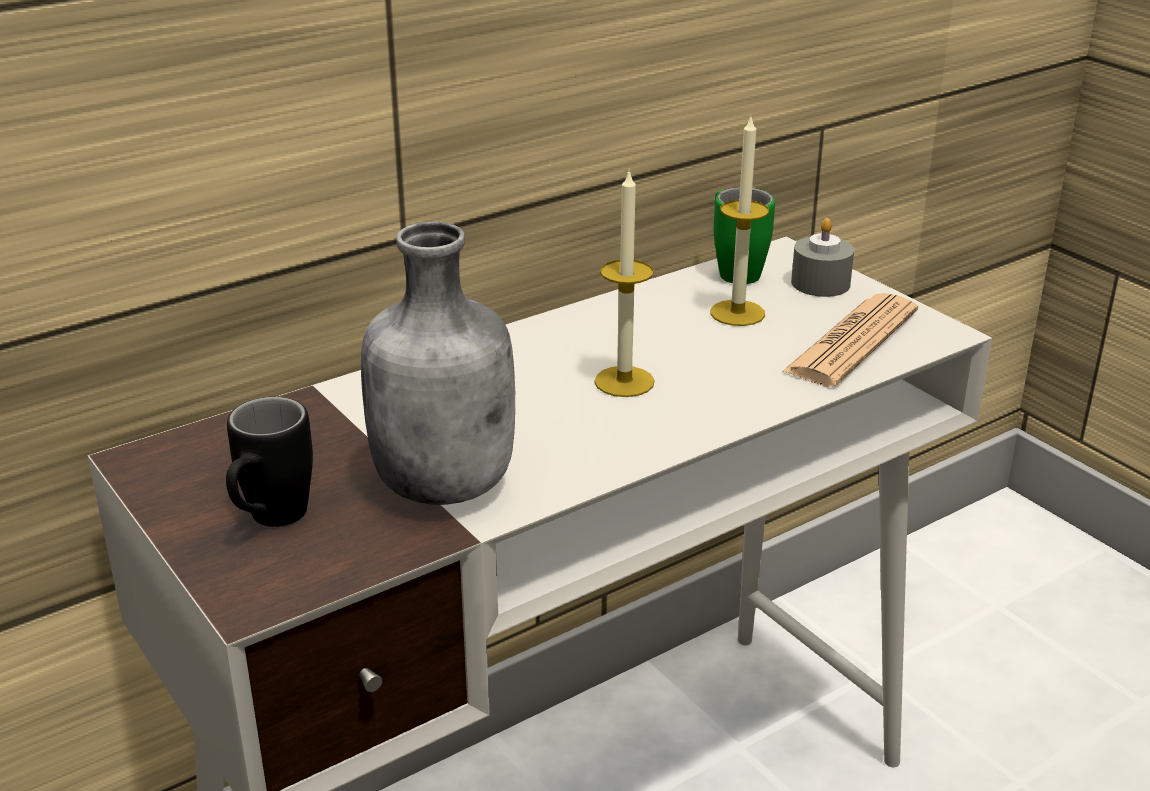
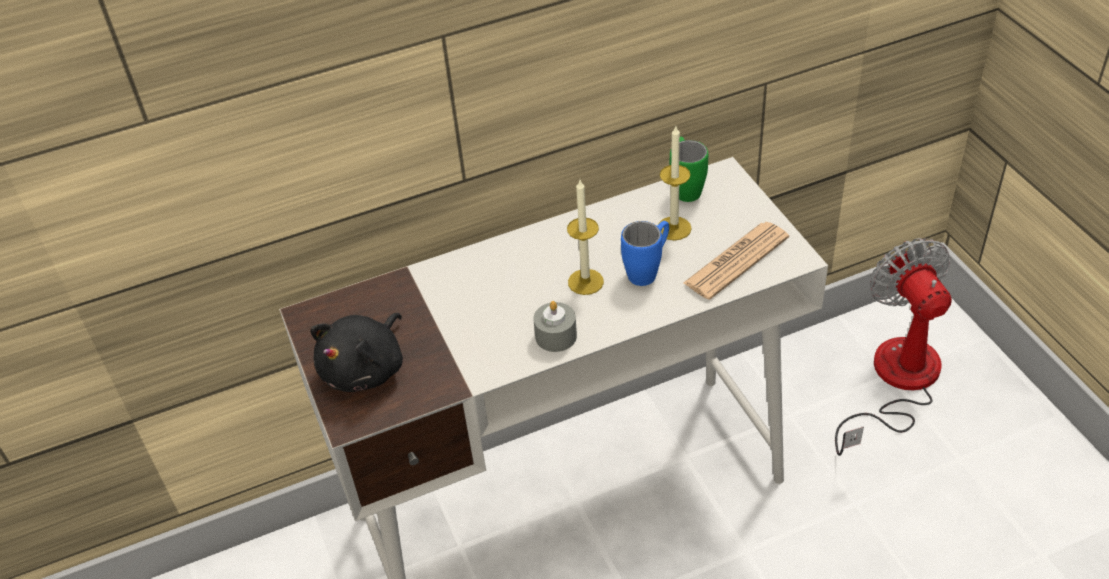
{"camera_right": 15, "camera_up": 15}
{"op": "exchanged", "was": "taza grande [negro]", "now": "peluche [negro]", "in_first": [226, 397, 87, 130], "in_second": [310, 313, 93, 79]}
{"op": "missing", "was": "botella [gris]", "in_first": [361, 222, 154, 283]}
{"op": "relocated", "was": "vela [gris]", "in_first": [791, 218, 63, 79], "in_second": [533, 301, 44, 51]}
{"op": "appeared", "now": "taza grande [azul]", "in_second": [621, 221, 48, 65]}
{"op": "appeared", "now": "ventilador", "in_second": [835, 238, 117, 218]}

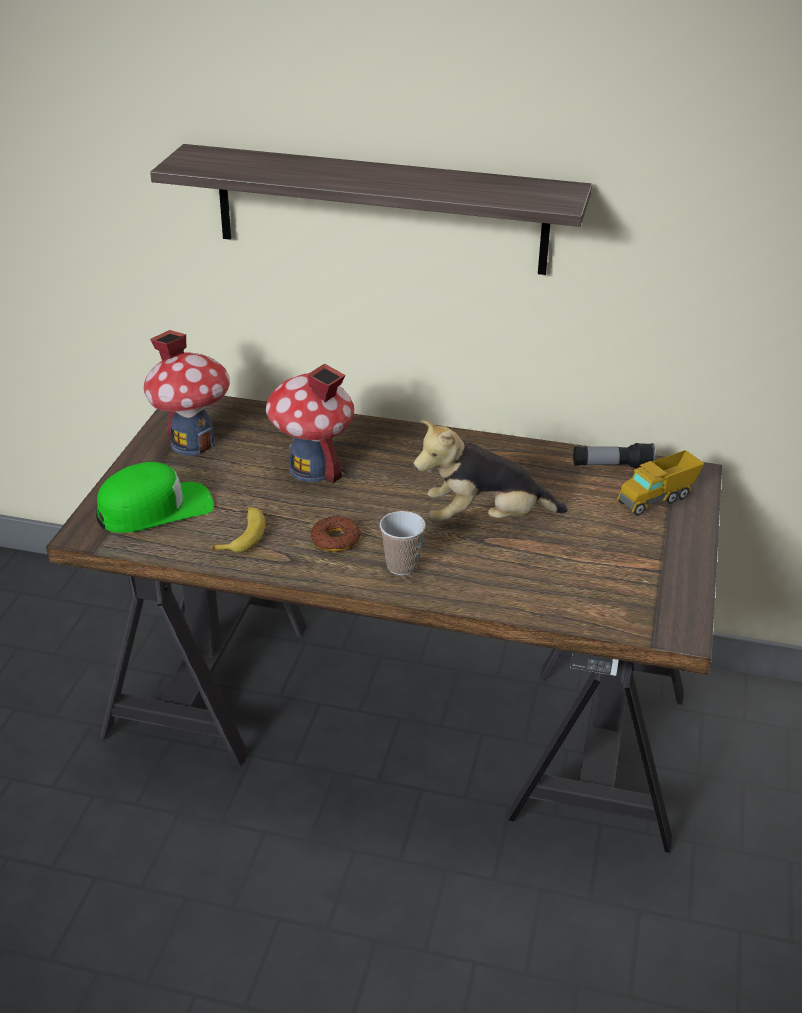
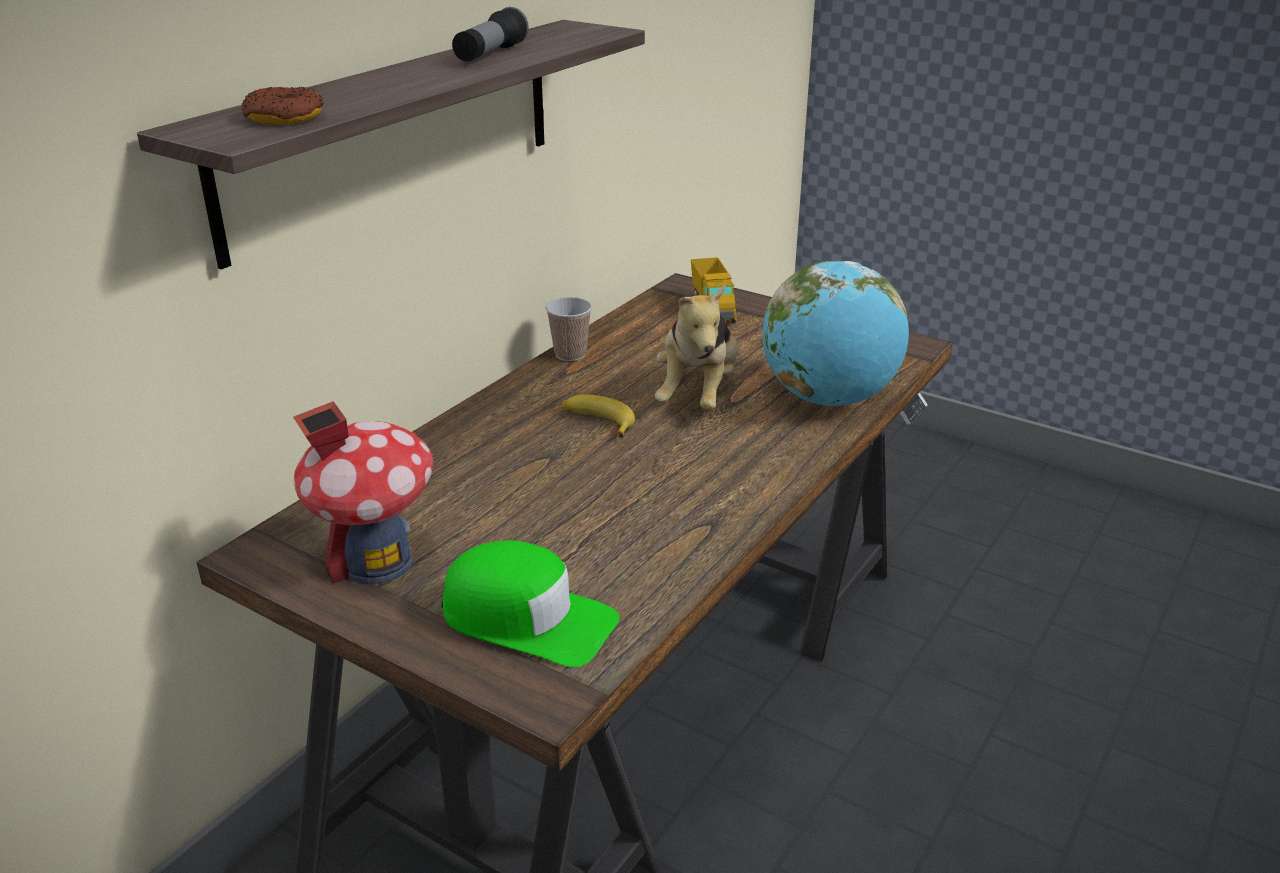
{"camera_right": -70, "camera_up": -5}
{"op": "spun", "was": "gorra [verde]", "in_first": [96, 462, 118, 71], "in_second": [442, 540, 178, 127], "clockwise": 120}
{"op": "relocated", "was": "plátano", "in_first": [212, 507, 53, 46], "in_second": [562, 394, 73, 44]}
{"op": "missing", "was": "casita", "in_first": [266, 364, 88, 119]}
{"op": "relocated", "was": "rosquilla", "in_first": [311, 516, 50, 36], "in_second": [241, 86, 83, 39]}
{"op": "relocated", "was": "taza", "in_first": [380, 511, 46, 64], "in_second": [546, 297, 46, 64]}
{"op": "relocated", "was": "linterna", "in_first": [573, 443, 83, 26], "in_second": [452, 7, 77, 55]}
{"op": "appeared", "now": "globo terráqueo", "in_second": [762, 261, 147, 145]}

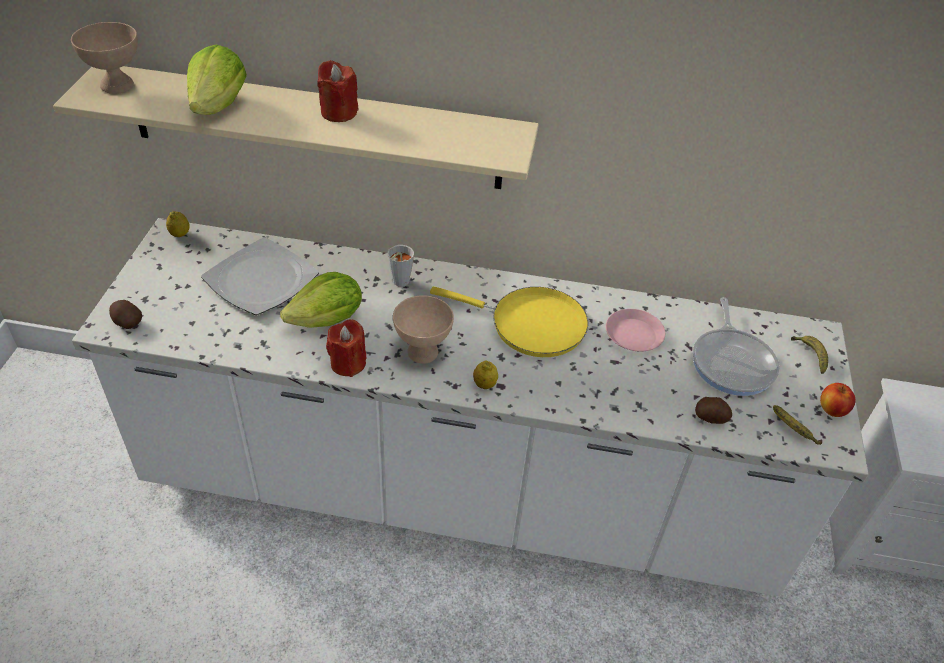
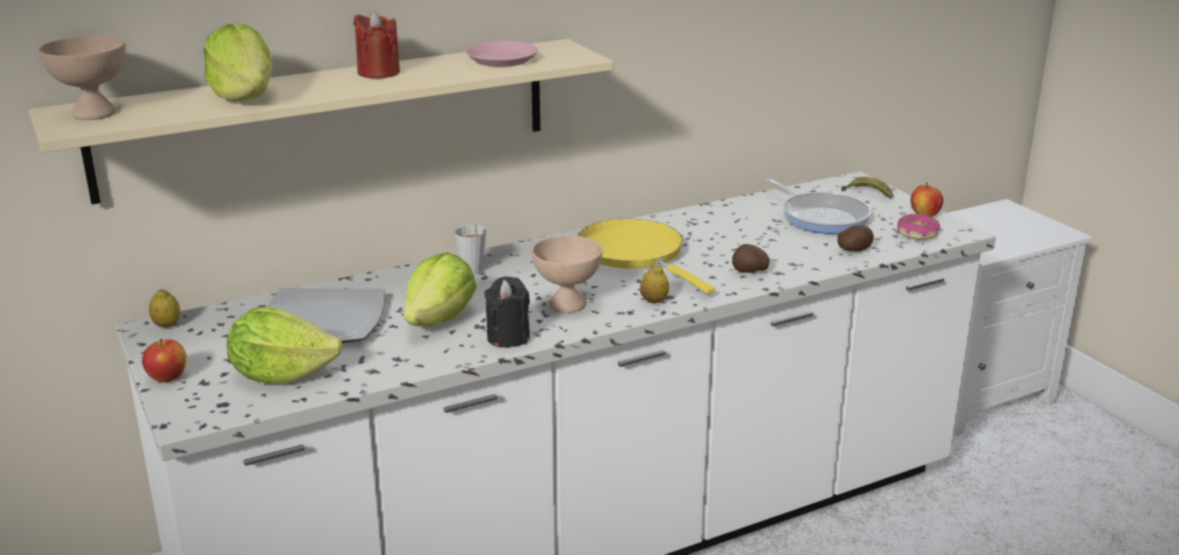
{"camera_right": -35, "camera_up": -20}
{"op": "relocated", "was": "patata", "in_first": [109, 300, 33, 29], "in_second": [732, 244, 38, 29]}
{"op": "colour", "was": "vela [rojo]", "now": "vela [negro]", "in_first": [326, 319, 41, 58], "in_second": [484, 276, 46, 72]}
{"op": "spun", "was": "sartén [amarillo]", "in_first": [430, 286, 158, 71], "in_second": [577, 219, 138, 75], "clockwise": -105}
{"op": "relocated", "was": "plato [rosa]", "in_first": [606, 309, 59, 43], "in_second": [465, 41, 73, 26]}
{"op": "exchanged", "was": "plátano", "now": "rosquilla", "in_first": [773, 405, 49, 40], "in_second": [897, 214, 43, 26]}
{"op": "appeared", "now": "manzana", "in_second": [142, 339, 44, 43]}
{"op": "appeared", "now": "lechuga", "in_second": [226, 307, 116, 77]}

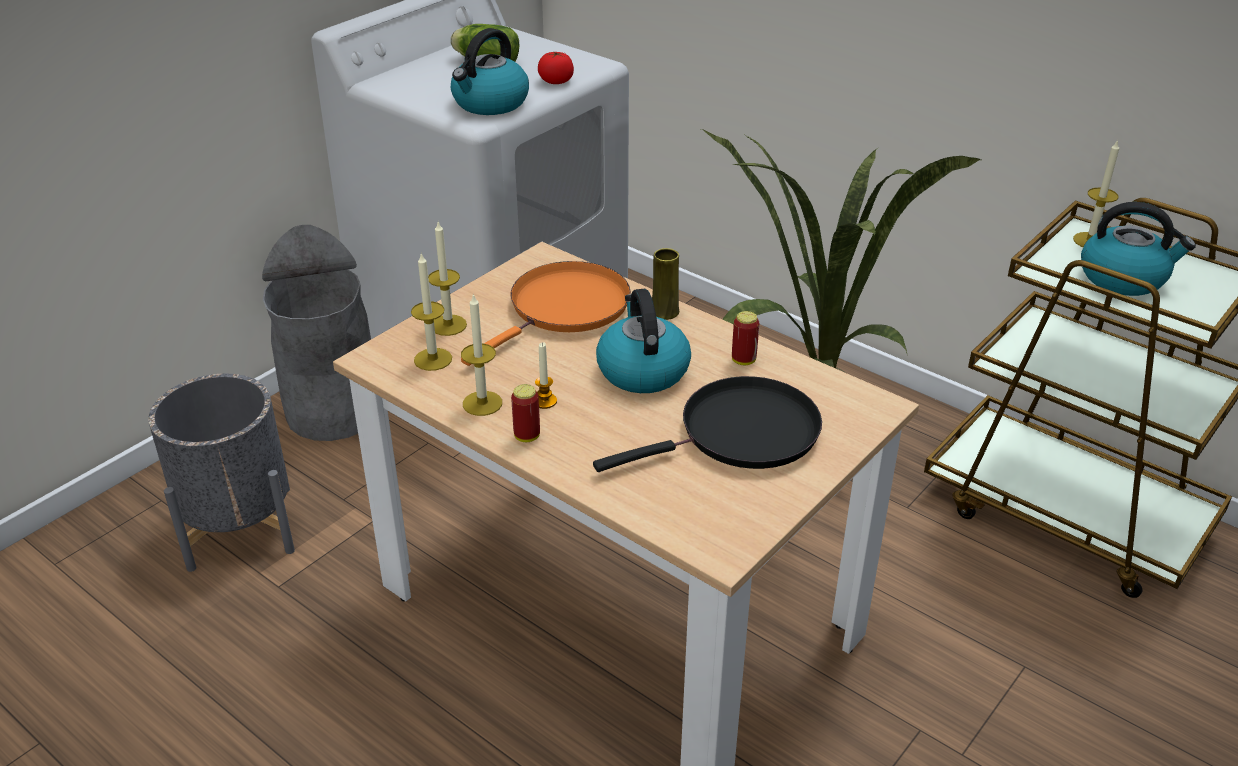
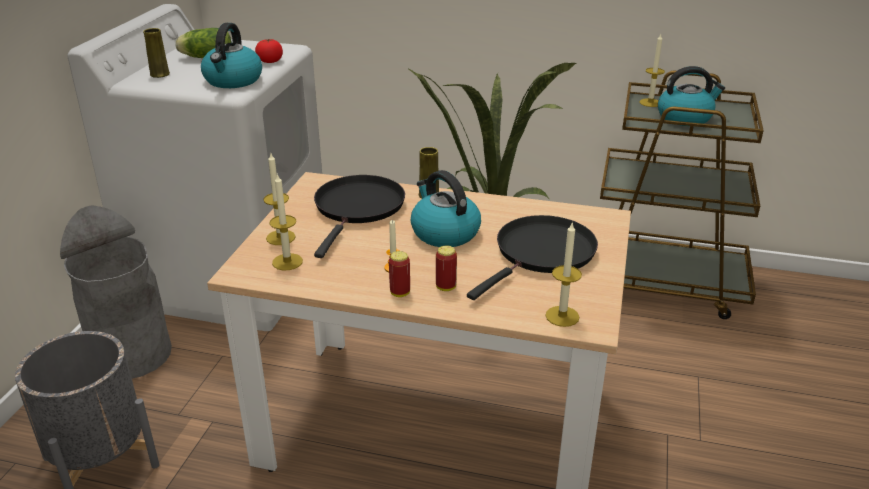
{"camera_right": -25, "camera_up": -5}
{"op": "colour", "was": "sartén [naranja]", "now": "sartén [negro]", "in_first": [461, 261, 170, 105], "in_second": [314, 175, 91, 83]}
{"op": "relocated", "was": "vela", "in_first": [461, 293, 41, 123], "in_second": [545, 221, 37, 106]}
{"op": "relocated", "was": "lata", "in_first": [732, 311, 27, 54], "in_second": [436, 246, 21, 45]}
{"op": "appeared", "now": "florero [amarillo]", "in_second": [143, 28, 27, 50]}

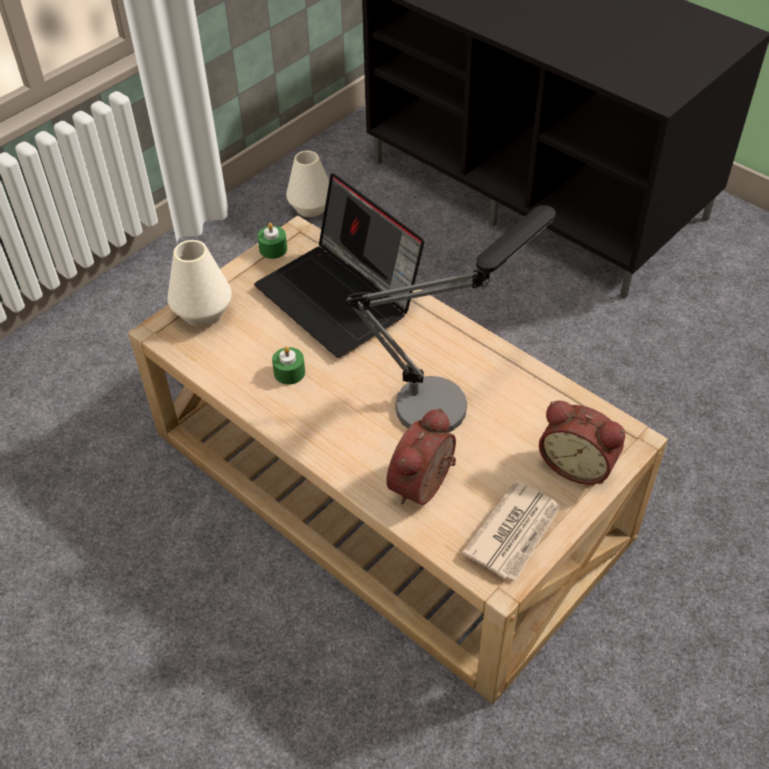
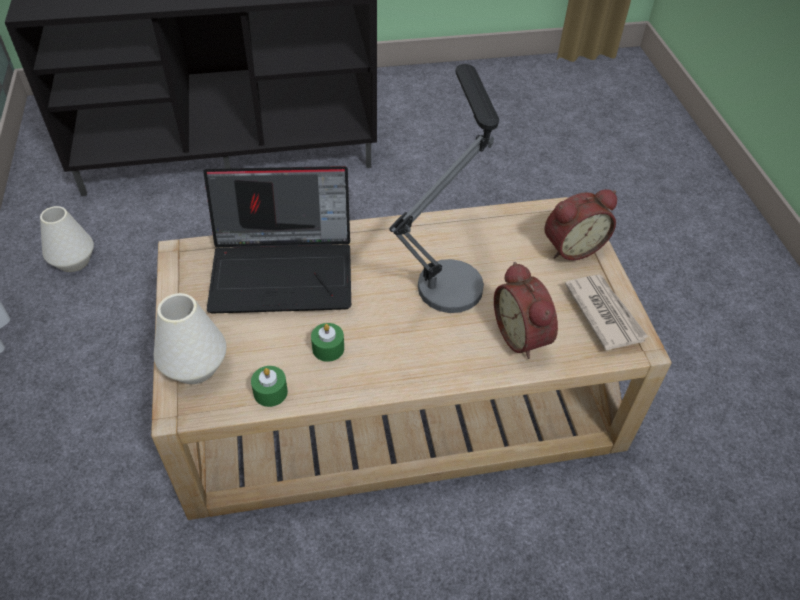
{"camera_right": -55, "camera_up": 0}
{"op": "relocated", "was": "vela [verde]", "in_first": [257, 223, 30, 36], "in_second": [251, 366, 37, 41]}

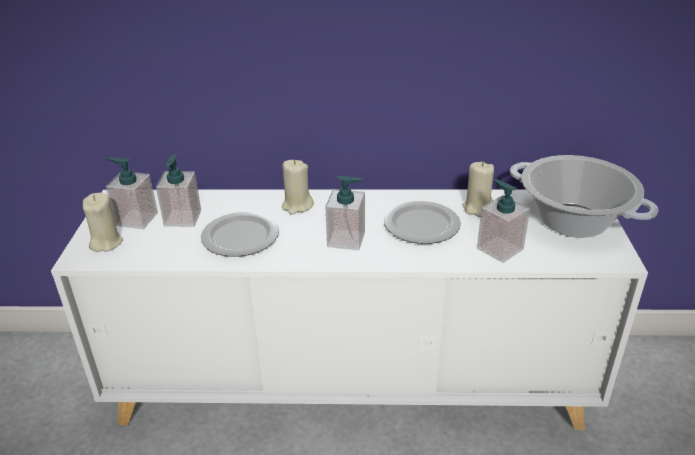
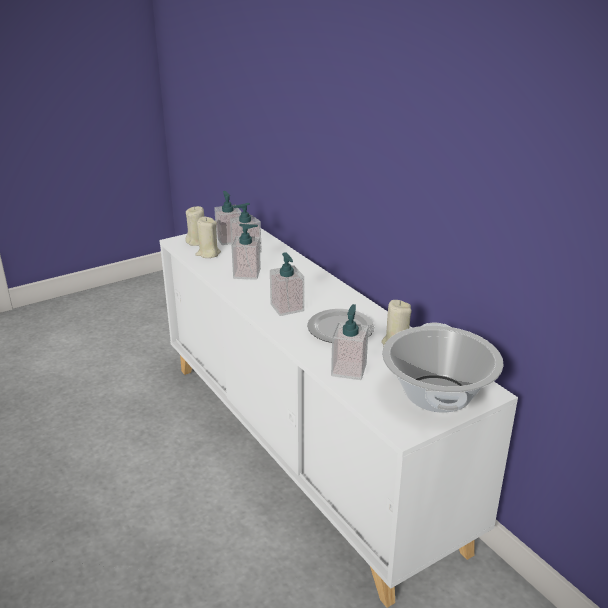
{"camera_right": 55, "camera_up": -5}
{"op": "exchanged", "was": "plato", "now": "dispensador de jabón", "in_first": [201, 212, 78, 45], "in_second": [232, 224, 29, 56]}
{"op": "relocated", "was": "vela [beis]", "in_first": [282, 160, 32, 55], "in_second": [195, 217, 26, 41]}

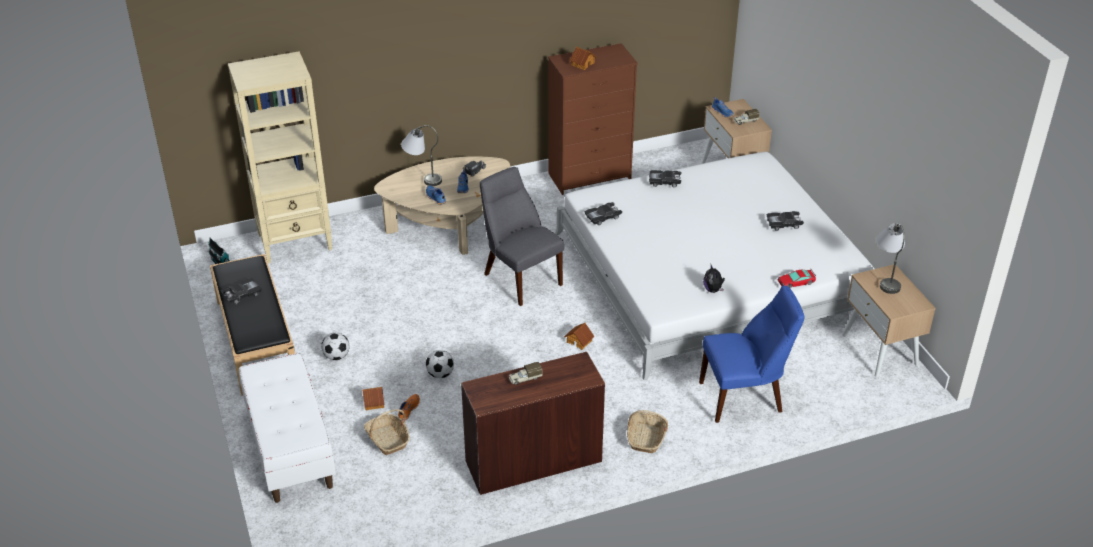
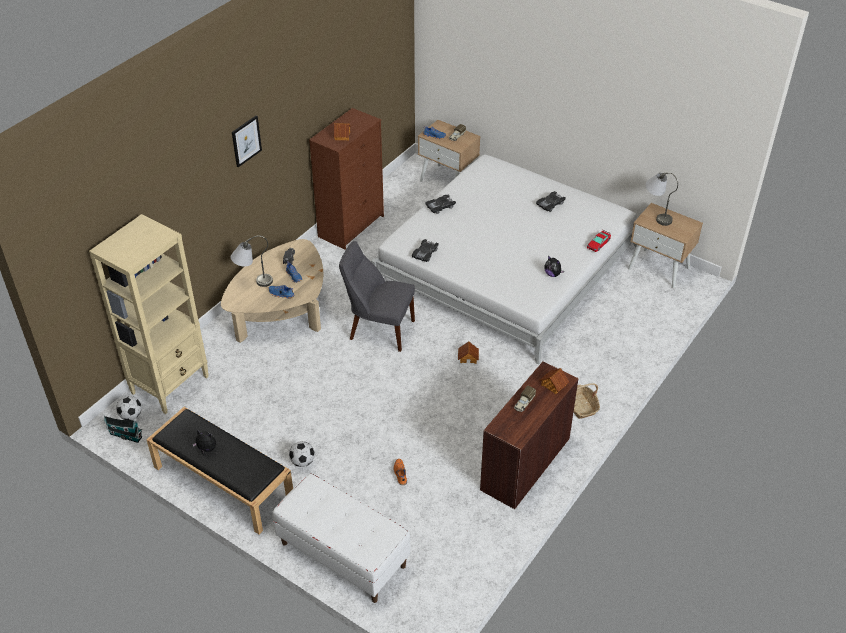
{"camera_right": -35, "camera_up": 5}
{"op": "exchanged", "was": "coche de juguete [negro]", "now": "peluche", "in_first": [221, 278, 41, 26], "in_second": [192, 430, 24, 27]}
{"op": "relocated", "was": "casita", "in_first": [362, 387, 22, 23], "in_second": [540, 368, 29, 26]}
{"op": "missing", "was": "cesta", "in_first": [364, 409, 46, 46]}
{"op": "relocated", "was": "balón de fútbol", "in_first": [426, 350, 28, 28], "in_second": [116, 396, 26, 24]}
{"op": "missing", "was": "silla [azul]", "in_first": [699, 285, 105, 138]}
{"op": "appeared", "now": "cuadro", "in_second": [232, 116, 30, 51]}

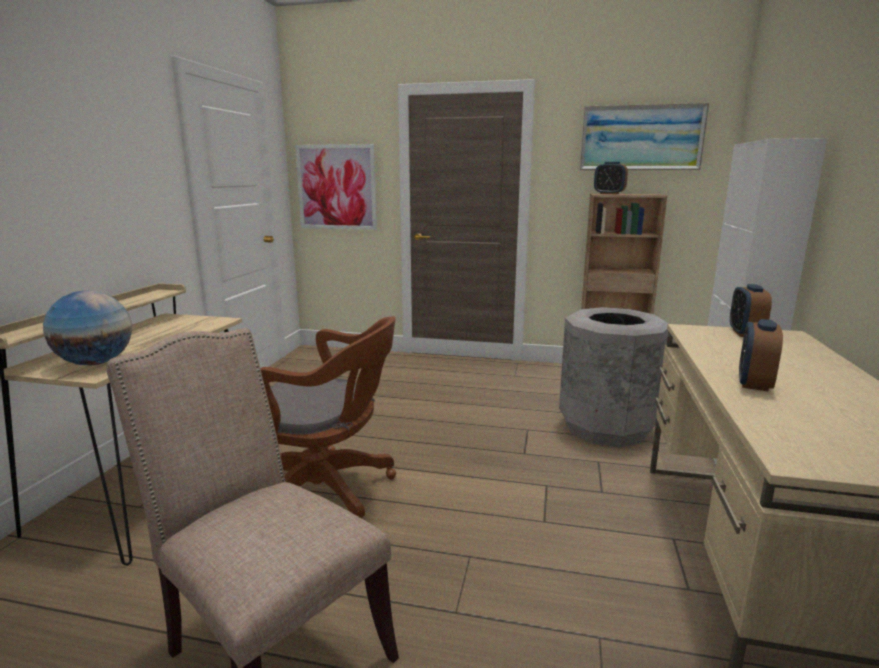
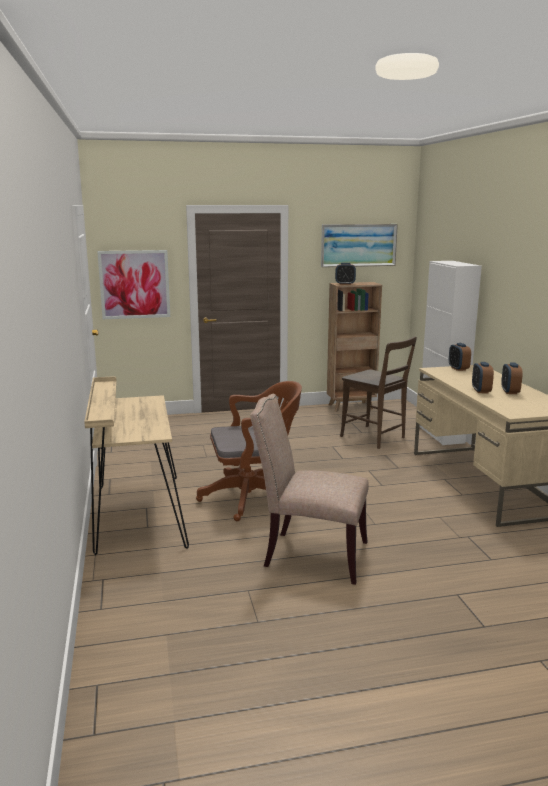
{"camera_right": -25, "camera_up": 0}
{"op": "missing", "was": "globo terráqueo", "in_first": [43, 290, 89, 75]}
{"op": "exchanged", "was": "papelera [gris]", "now": "silla [marrón]", "in_first": [559, 307, 109, 140], "in_second": [340, 337, 77, 112]}
{"op": "appeared", "now": "despertador", "in_second": [501, 362, 22, 32]}

